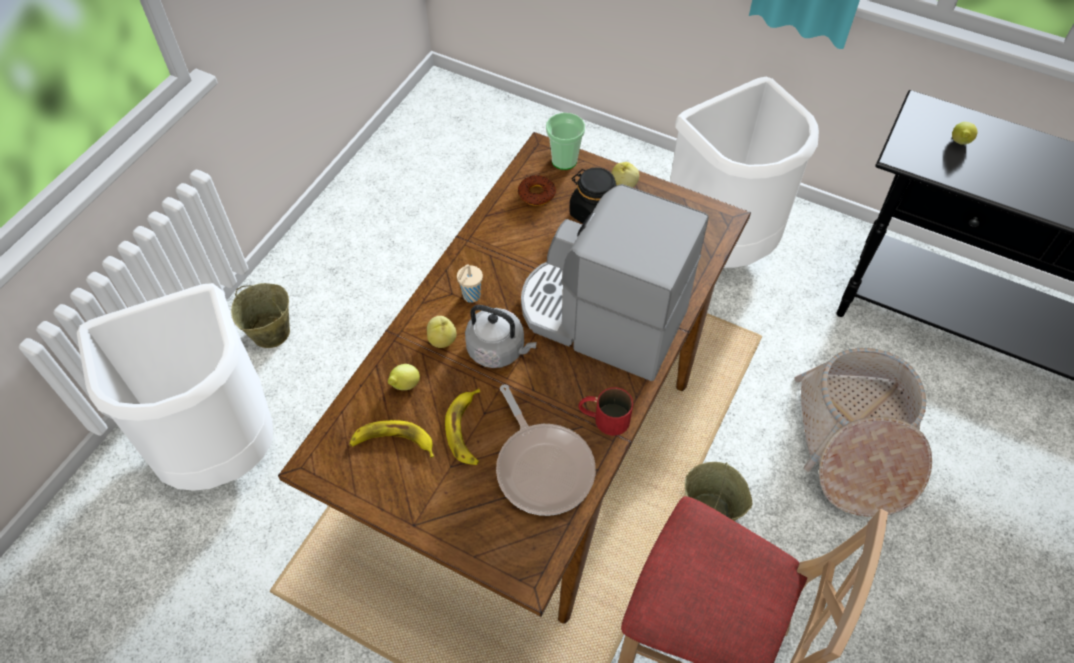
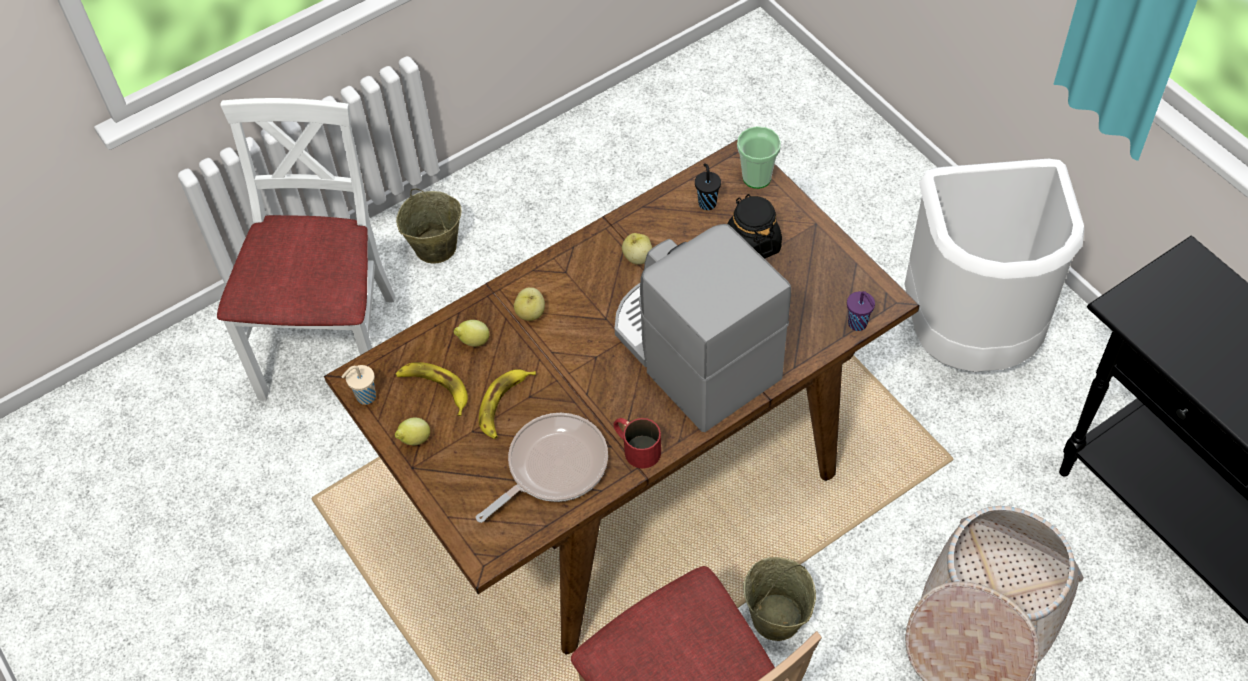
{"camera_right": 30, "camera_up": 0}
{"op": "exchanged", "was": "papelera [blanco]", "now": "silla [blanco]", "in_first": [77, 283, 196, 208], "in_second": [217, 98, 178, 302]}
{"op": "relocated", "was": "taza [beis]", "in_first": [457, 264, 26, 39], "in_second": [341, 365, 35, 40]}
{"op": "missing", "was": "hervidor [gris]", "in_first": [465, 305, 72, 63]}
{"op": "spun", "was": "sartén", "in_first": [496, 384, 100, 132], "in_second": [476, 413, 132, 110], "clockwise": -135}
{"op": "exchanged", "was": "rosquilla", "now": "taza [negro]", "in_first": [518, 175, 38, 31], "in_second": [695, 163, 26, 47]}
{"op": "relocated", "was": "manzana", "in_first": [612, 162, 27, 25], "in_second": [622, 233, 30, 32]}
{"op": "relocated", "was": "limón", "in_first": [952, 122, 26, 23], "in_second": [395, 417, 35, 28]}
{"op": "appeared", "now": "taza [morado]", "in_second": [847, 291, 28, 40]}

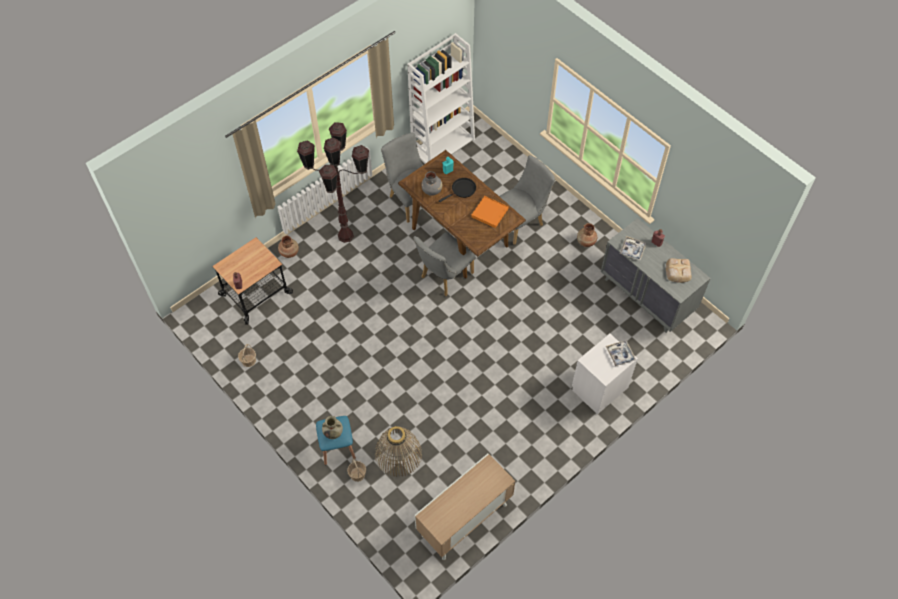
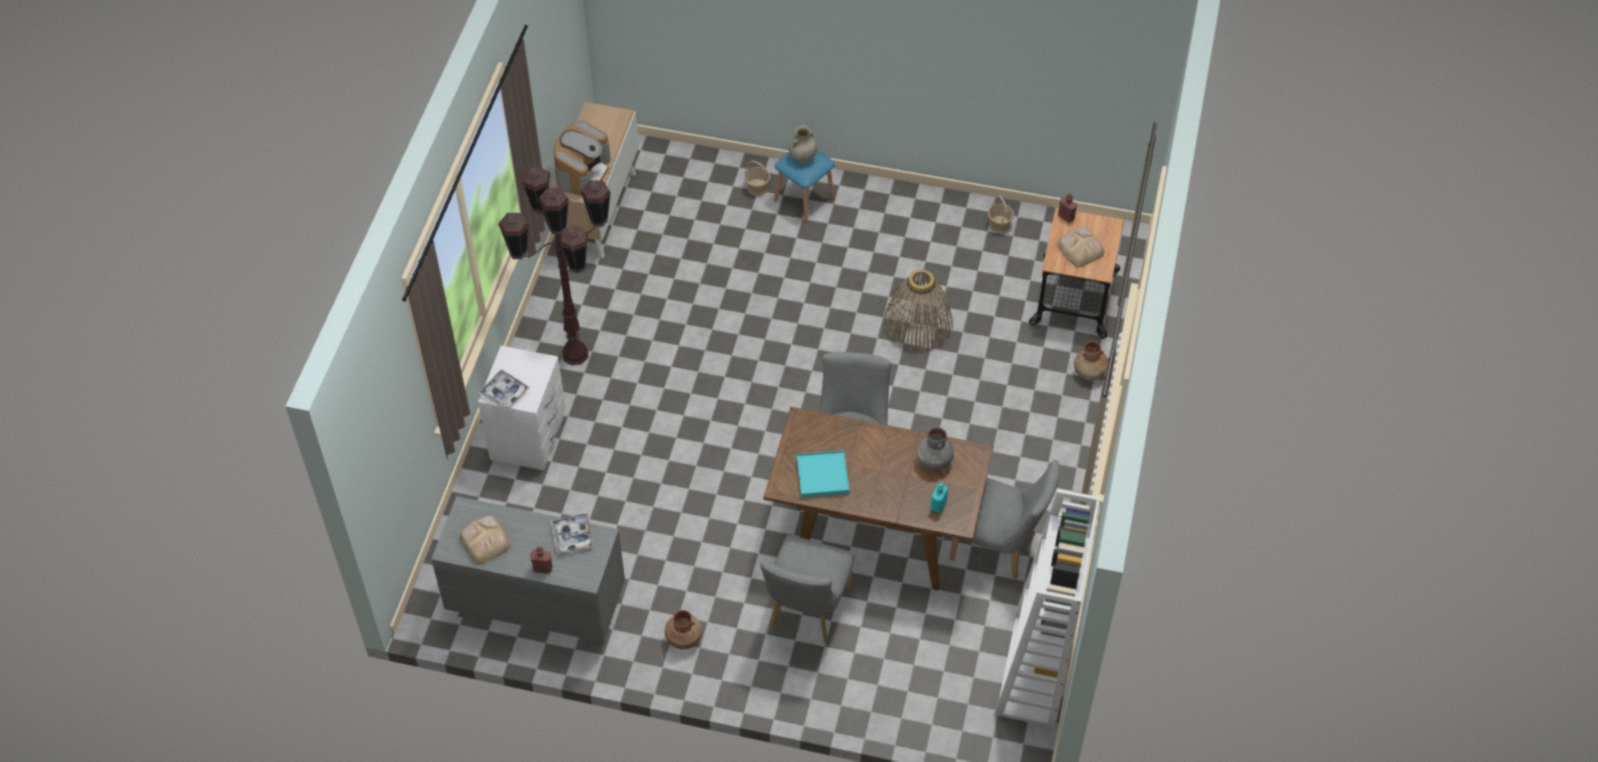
{"camera_right": 145, "camera_up": -5}
{"op": "relocated", "was": "lámpara de pie [marrón]", "in_first": [297, 122, 72, 121], "in_second": [498, 166, 113, 199]}
{"op": "relocated", "was": "cesta", "in_first": [375, 426, 47, 51], "in_second": [884, 269, 69, 84]}
{"op": "missing", "was": "sartén [negro]", "in_first": [439, 178, 37, 24]}
{"op": "colour", "was": "bandeja [naranja]", "now": "bandeja [turquesa]", "in_first": [471, 196, 38, 32], "in_second": [797, 450, 52, 48]}
{"op": "appeared", "now": "cafetera", "in_second": [554, 121, 57, 75]}
{"op": "appeared", "now": "pan", "in_second": [1057, 227, 47, 40]}

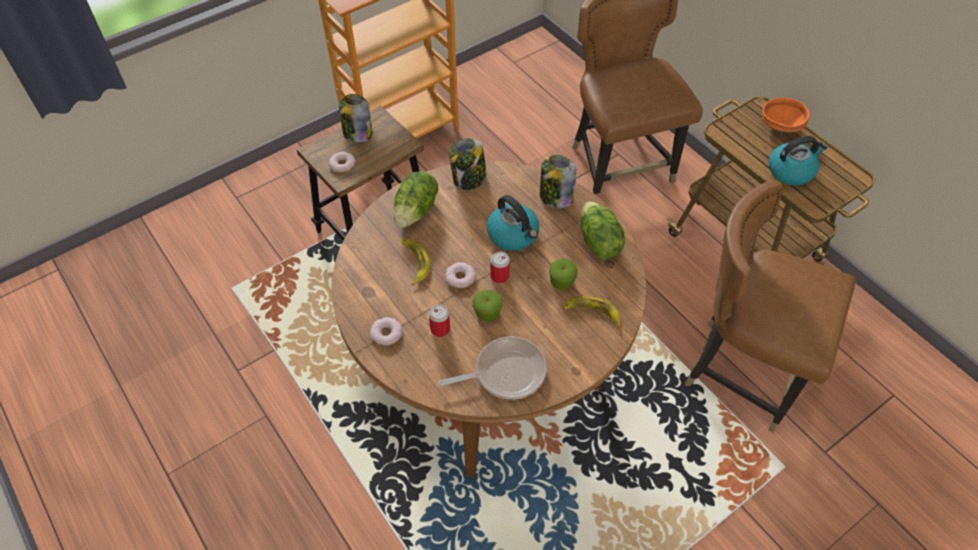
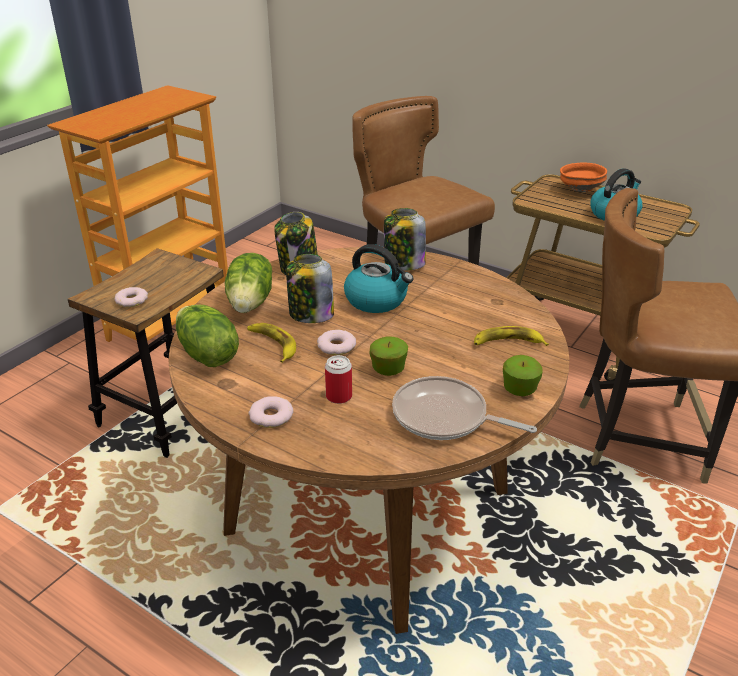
{"camera_right": -20, "camera_up": -20}
{"op": "relocated", "was": "tarro", "in_first": [339, 94, 34, 49], "in_second": [286, 254, 48, 69]}
{"op": "spun", "was": "sartén", "in_first": [438, 336, 109, 64], "in_second": [392, 376, 145, 64], "clockwise": -120}
{"op": "missing", "was": "lata", "in_first": [490, 252, 20, 31]}
{"op": "relocated", "was": "manzana", "in_first": [549, 258, 29, 32], "in_second": [503, 355, 40, 41]}
{"op": "relocated", "was": "lechuga", "in_first": [581, 201, 44, 58], "in_second": [176, 305, 63, 62]}

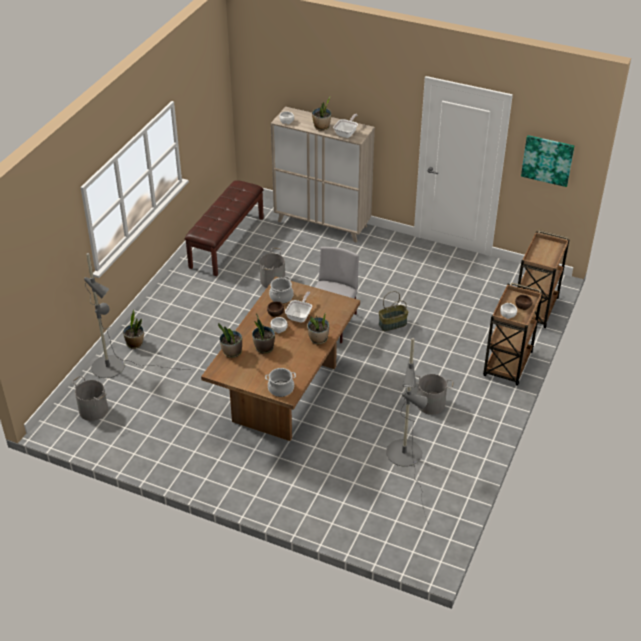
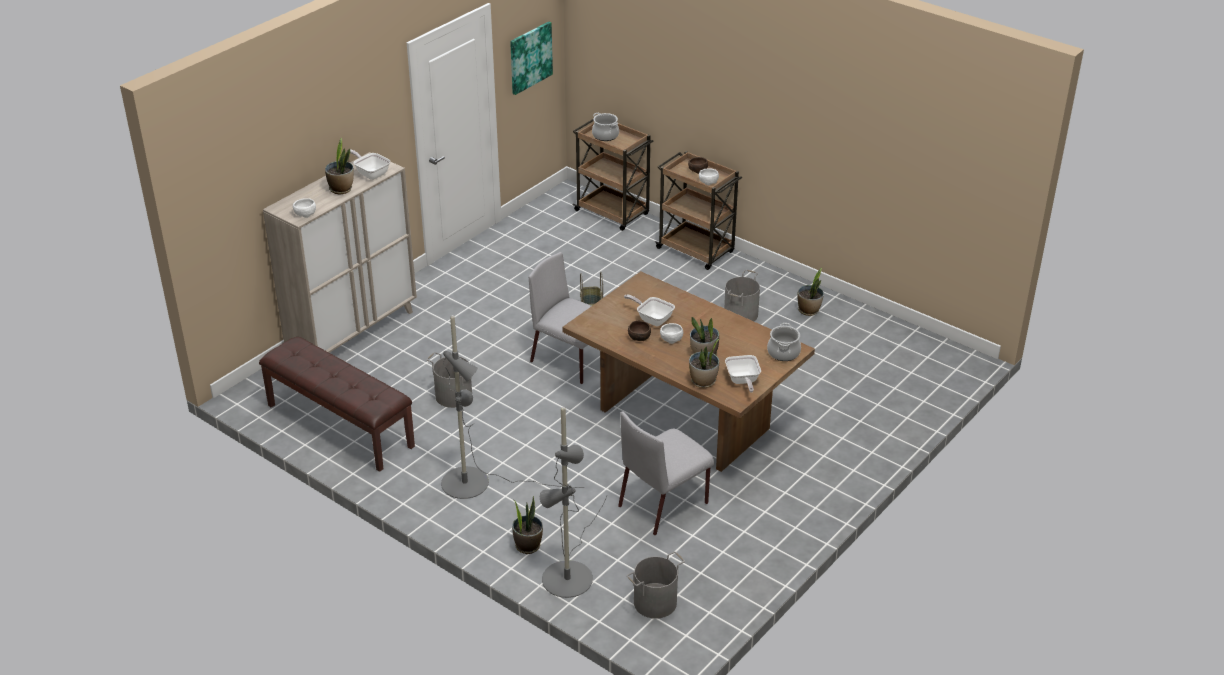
{"camera_right": -75, "camera_up": -5}
{"op": "relocated", "was": "olla", "in_first": [269, 276, 25, 28], "in_second": [592, 113, 27, 28]}
{"op": "relocated", "was": "planta en maceta", "in_first": [307, 313, 22, 31], "in_second": [797, 268, 27, 48]}
{"op": "relocated", "was": "lámpara de pie [gris]", "in_first": [386, 338, 43, 186], "in_second": [441, 315, 144, 184]}
{"op": "appeared", "now": "silla [gris]", "in_second": [618, 411, 96, 124]}
{"op": "appeared", "now": "sartén", "in_second": [725, 355, 36, 37]}

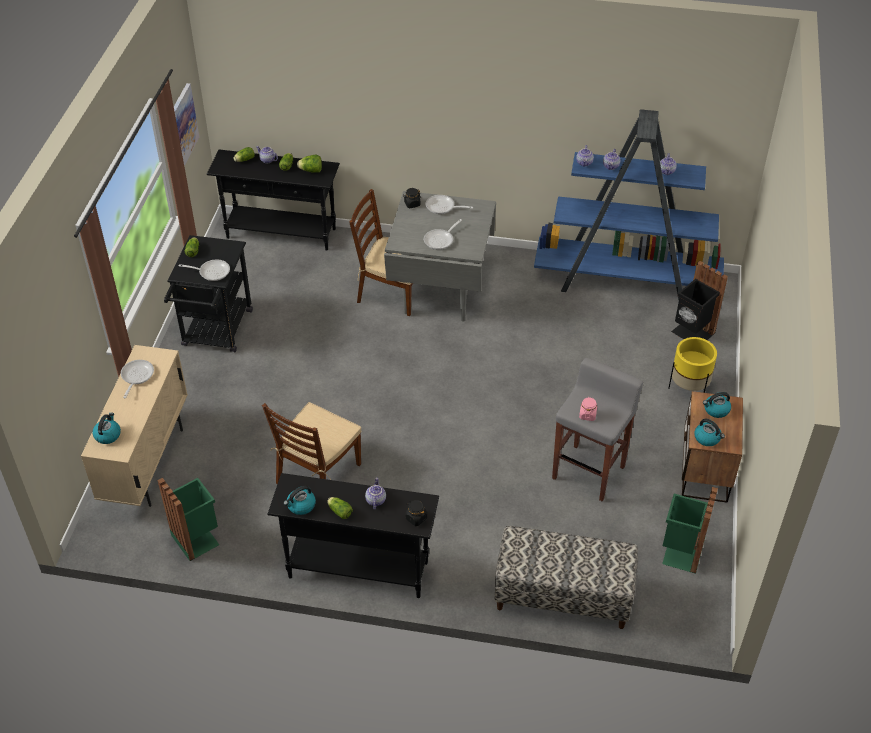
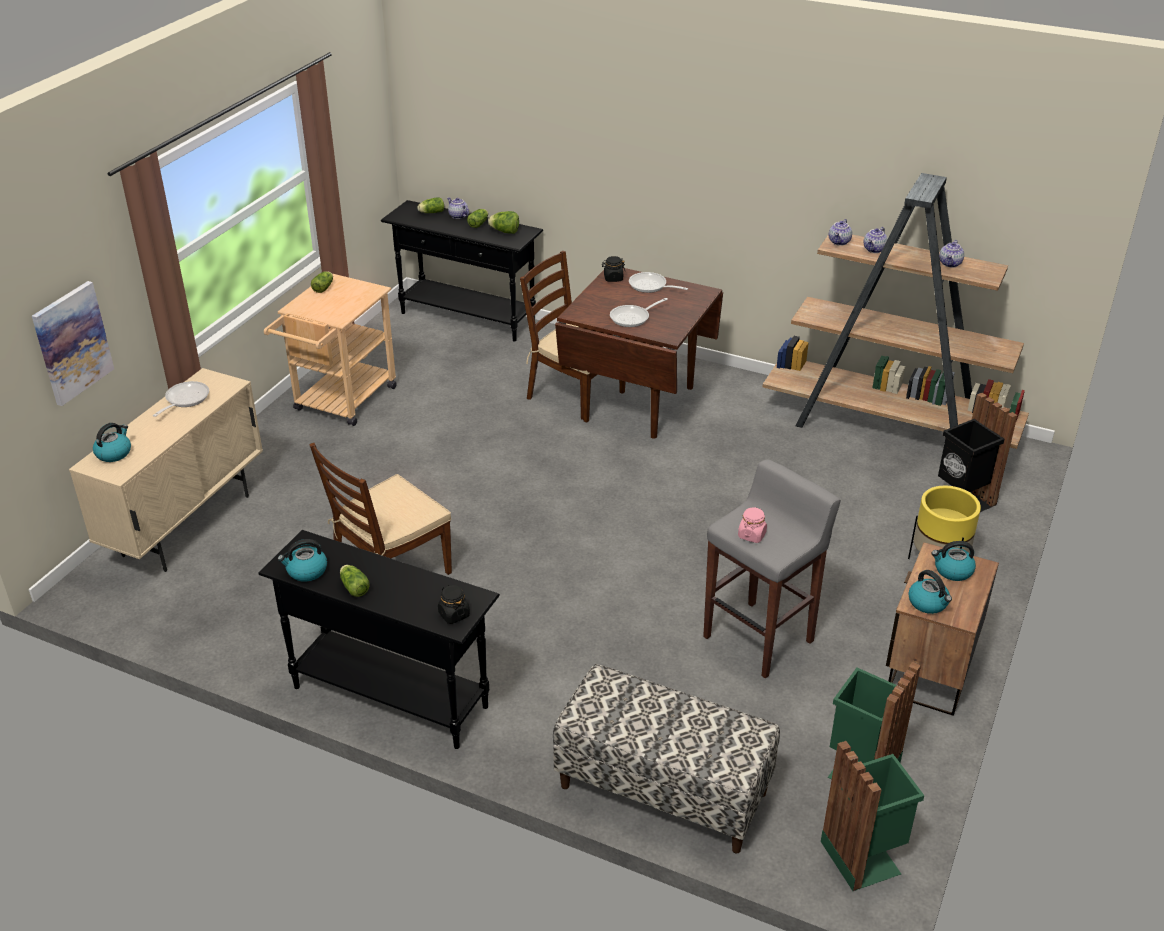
{"camera_right": 15, "camera_up": -10}
{"op": "relocated", "was": "papelera [verde]", "in_first": [157, 478, 62, 83], "in_second": [821, 741, 104, 150]}
{"op": "colour", "was": "carrito [negro]", "now": "carrito [beis]", "in_first": [164, 235, 89, 117], "in_second": [264, 274, 133, 152]}
{"op": "relocated", "was": "cuadro", "in_first": [174, 83, 25, 83], "in_second": [32, 281, 82, 125]}
{"op": "missing", "was": "sartén", "in_first": [178, 260, 52, 21]}
{"op": "missing", "was": "tetera", "in_first": [365, 478, 21, 32]}
{"op": "colour", "was": "mesa de comedor [gris]", "now": "mesa de comedor [marrón]", "in_first": [384, 191, 112, 130], "in_second": [555, 268, 168, 171]}
{"op": "colour", "was": "estantería [azul]", "now": "estantería [marrón]", "in_first": [534, 109, 190, 191], "in_second": [763, 173, 266, 276]}

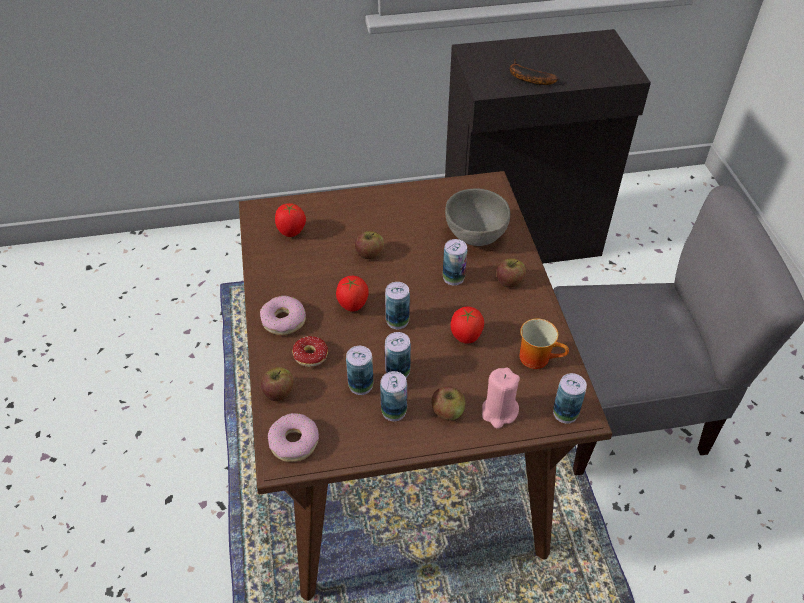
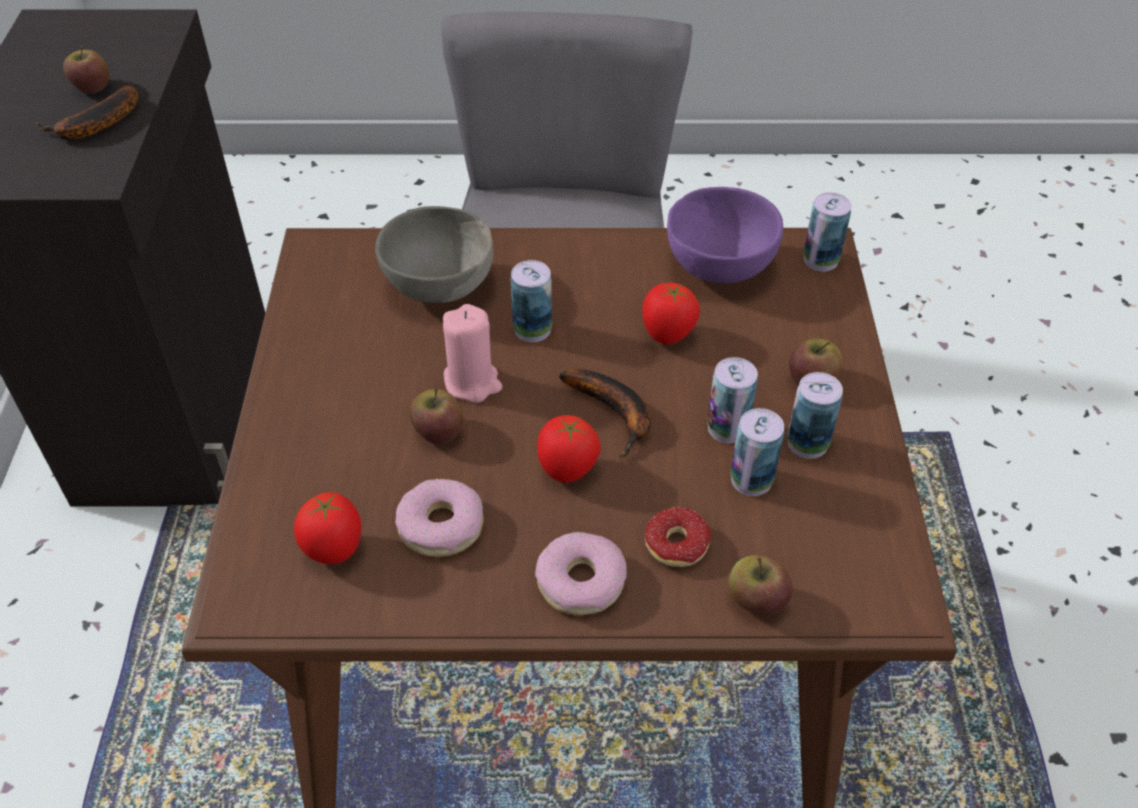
{"camera_right": -80, "camera_up": 0}
{"op": "relocated", "was": "rosquilla", "in_first": [268, 413, 51, 49], "in_second": [395, 479, 89, 78]}
{"op": "exchanged", "was": "lata", "now": "plátano", "in_first": [385, 282, 25, 47], "in_second": [559, 369, 92, 88]}
{"op": "relocated", "was": "vela [rosa]", "in_first": [482, 368, 38, 61], "in_second": [443, 304, 59, 99]}
{"op": "relocated", "was": "manzana", "in_first": [496, 258, 30, 30], "in_second": [63, 45, 46, 49]}
{"op": "exchanged", "was": "taza grande", "now": "cuenco [morado]", "in_first": [520, 319, 49, 50], "in_second": [667, 187, 116, 96]}

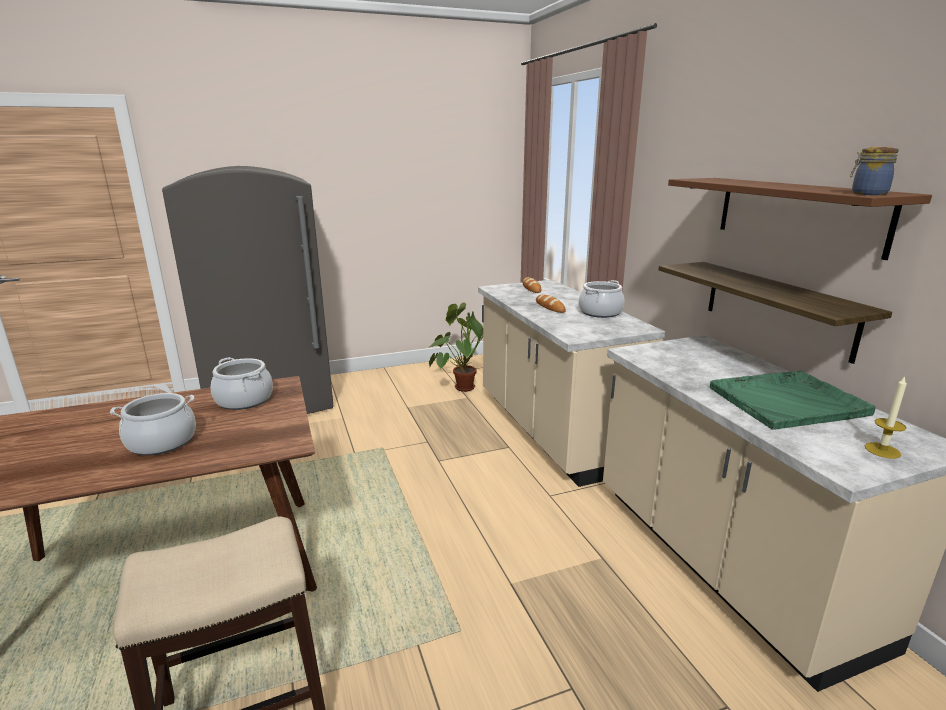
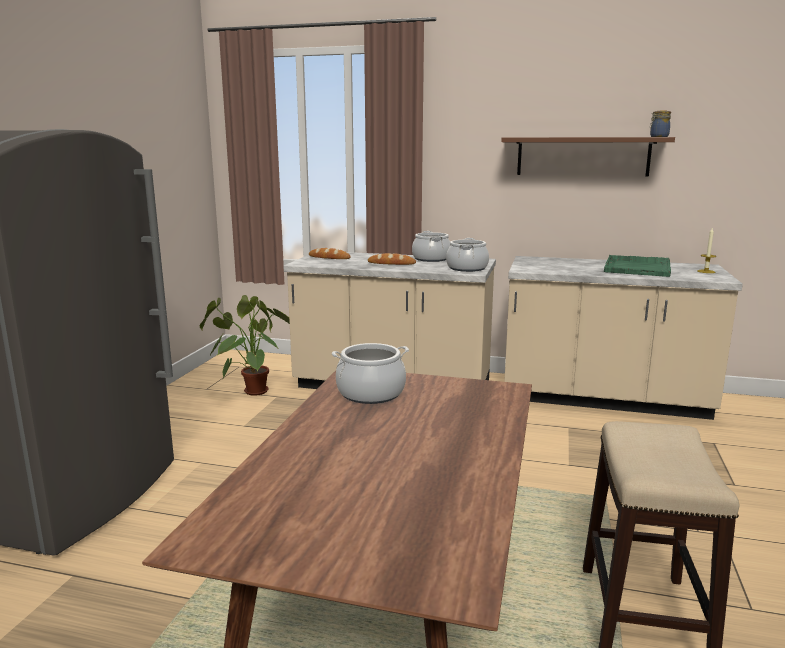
{"camera_right": -55, "camera_up": -5}
{"op": "relocated", "was": "olla", "in_first": [110, 393, 86, 62], "in_second": [446, 238, 43, 34]}
{"op": "missing", "was": "estante", "in_first": [658, 262, 234, 102]}

